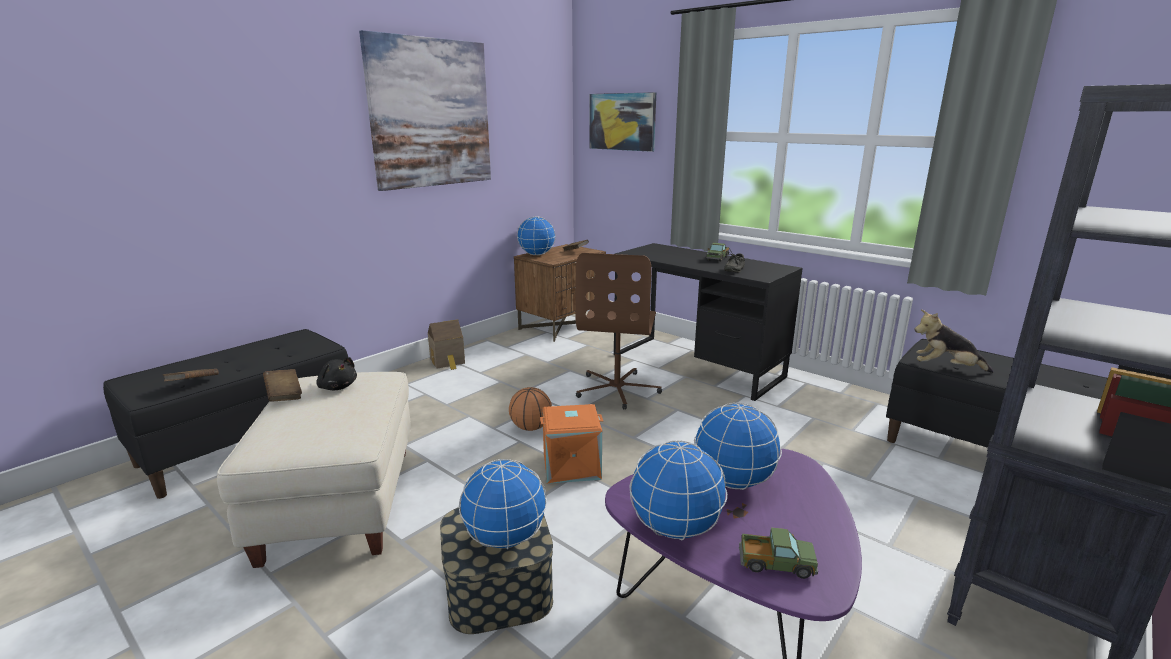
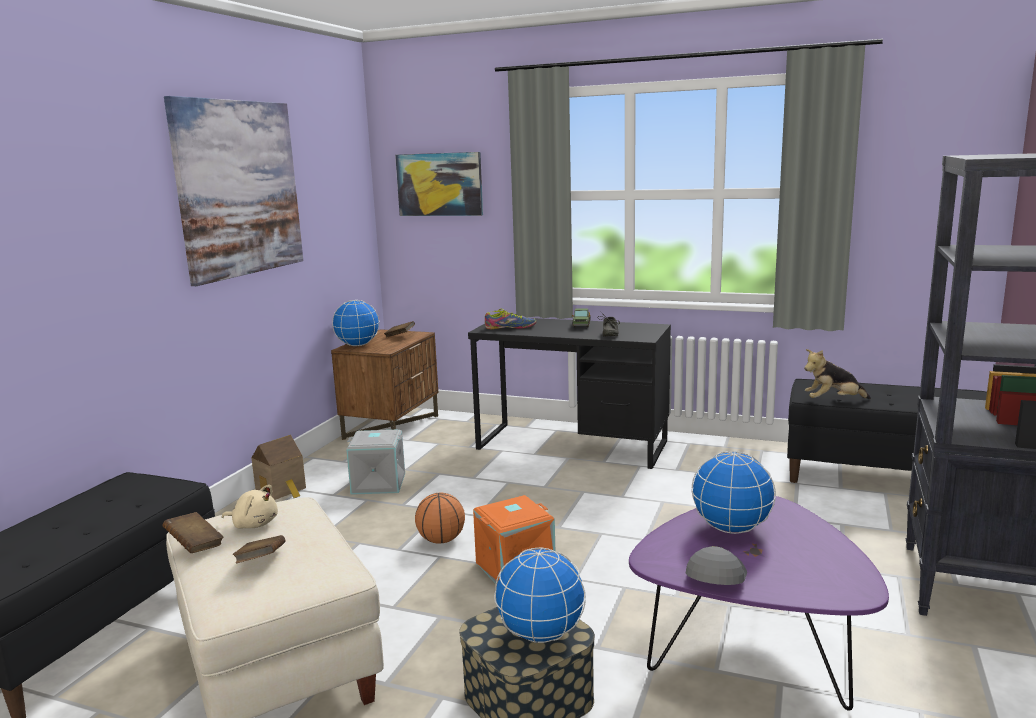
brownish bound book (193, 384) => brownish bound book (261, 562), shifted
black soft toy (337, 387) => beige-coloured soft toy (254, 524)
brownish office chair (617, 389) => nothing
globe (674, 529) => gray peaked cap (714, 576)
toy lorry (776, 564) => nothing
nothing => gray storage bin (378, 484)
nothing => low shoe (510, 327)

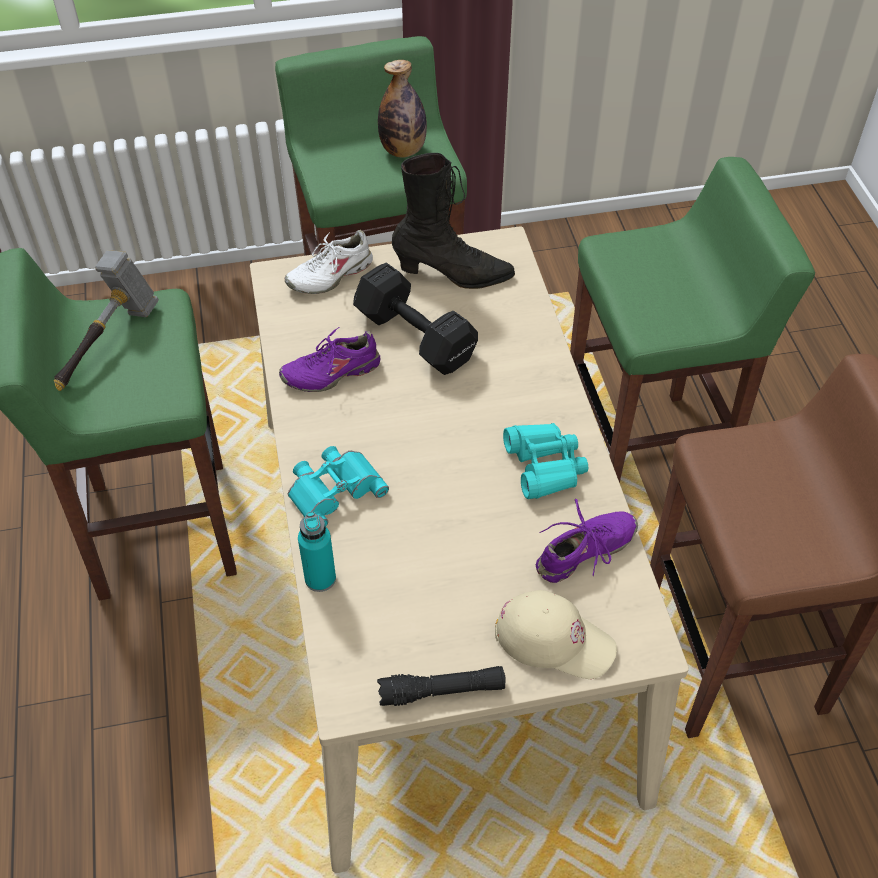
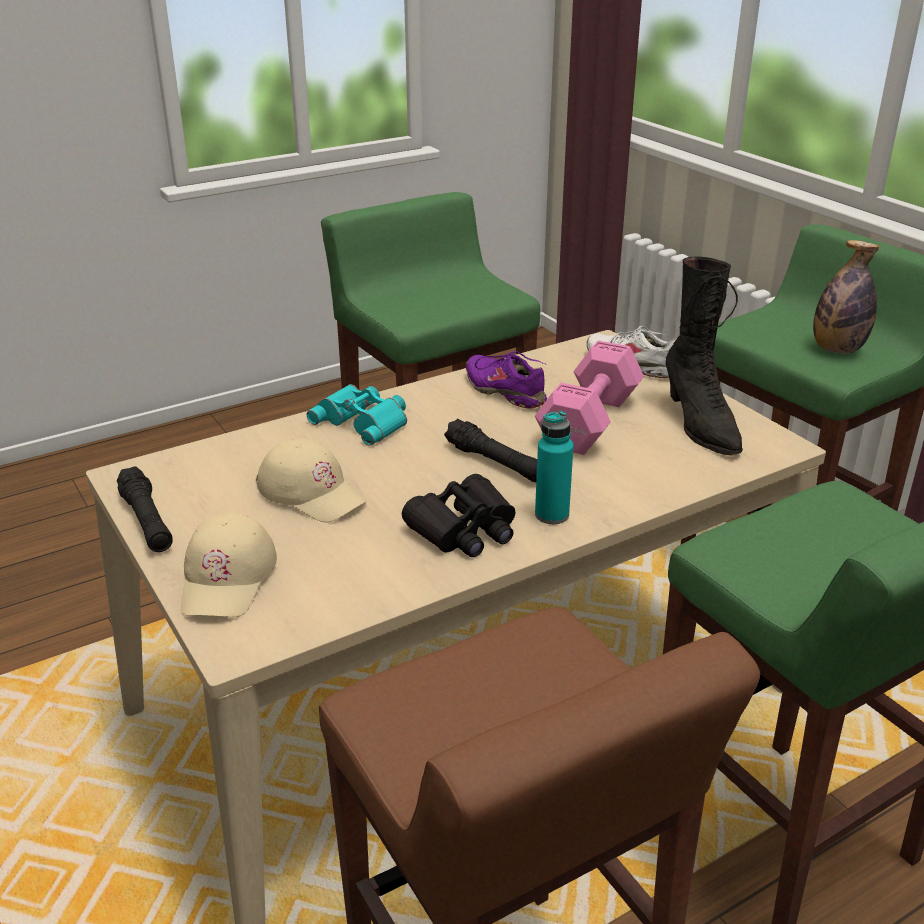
hand hammer (107, 346) => nothing
blue-green bottle (320, 578) => blue-green bottle (552, 515), shifted
black free weight (416, 339) => pink free weight (587, 423)
blue-green pair of binoculars (544, 466) => black pair of binoculars (464, 530)
purple-coloured low shoe (585, 552) => nothing
nothing => beige-coloured peaked cap (311, 492)
nothing => black torch (495, 462)

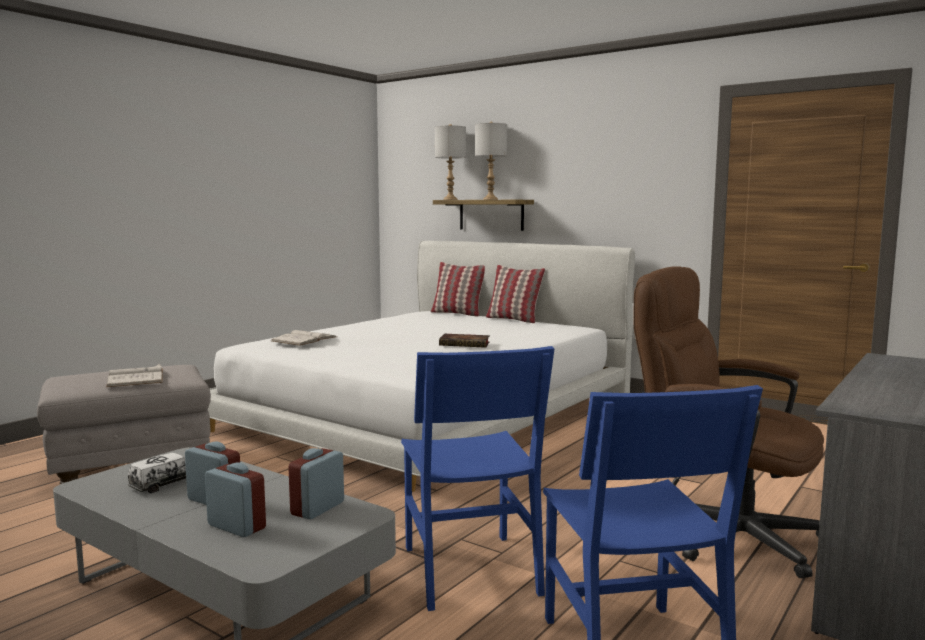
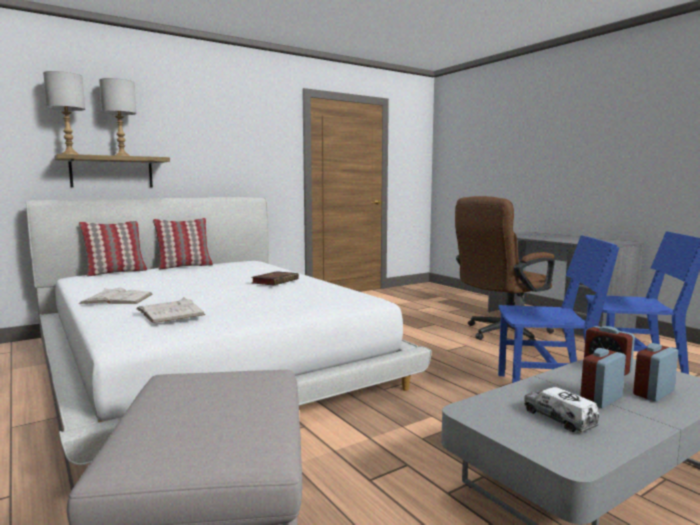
white-coloured bound book (136, 377) => white-coloured bound book (117, 298), shifted

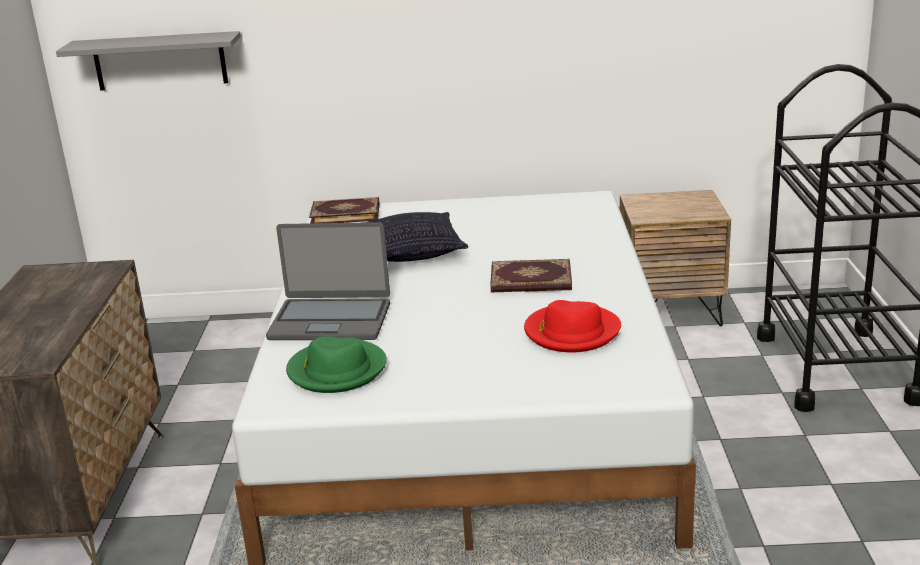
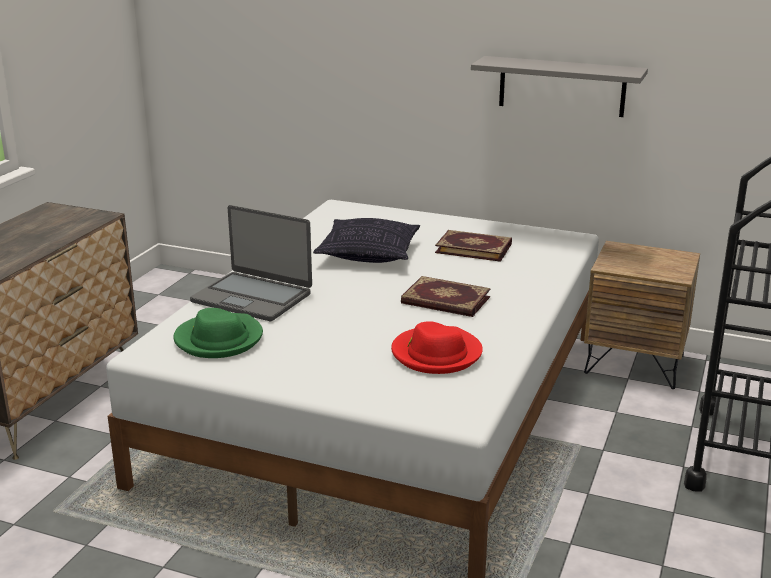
gray shelf (160, 61) => gray shelf (562, 86), shifted
bound book (345, 213) => bound book (474, 248), shifted

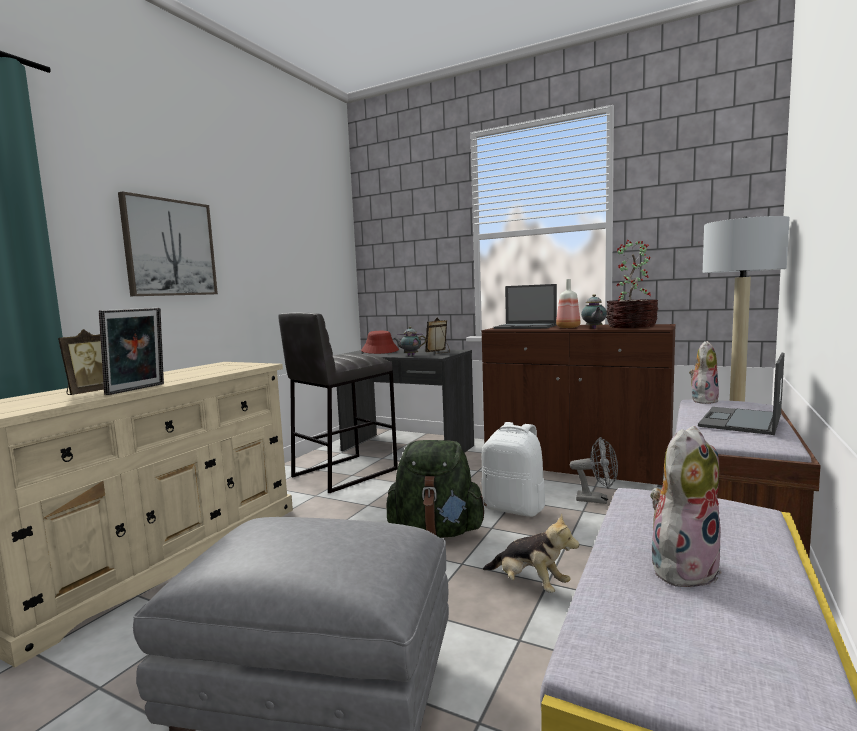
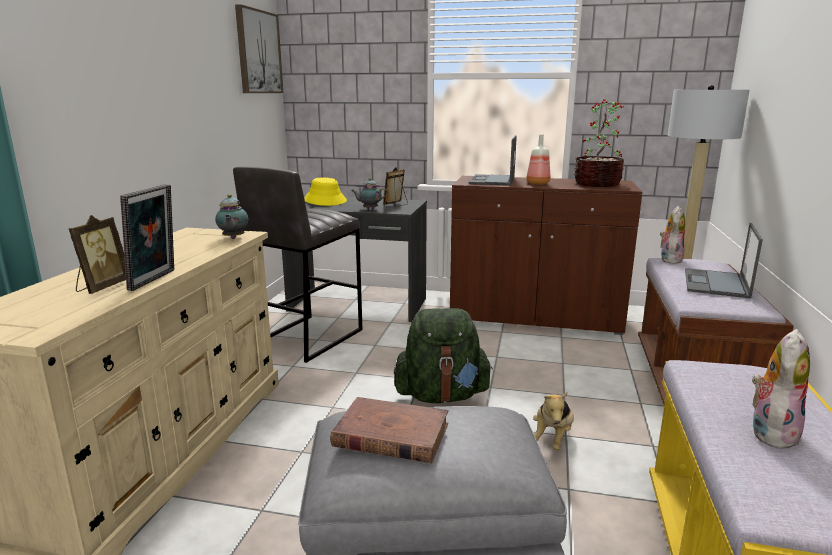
wall art (169, 248) => wall art (258, 52), shifted
red wearable hat (380, 351) => yellowish wearable hat (325, 201)
white-coloured knapsack (514, 508) => nothing
soft toy (530, 584) => soft toy (552, 438), 90 degrees clockwise
notebook computer (526, 327) => notebook computer (492, 180), 90 degrees clockwise
gray cooling fan (597, 500) => nothing
tea pot (593, 328) => tea pot (233, 238), shifted
nothing => brownish bound book (390, 435)

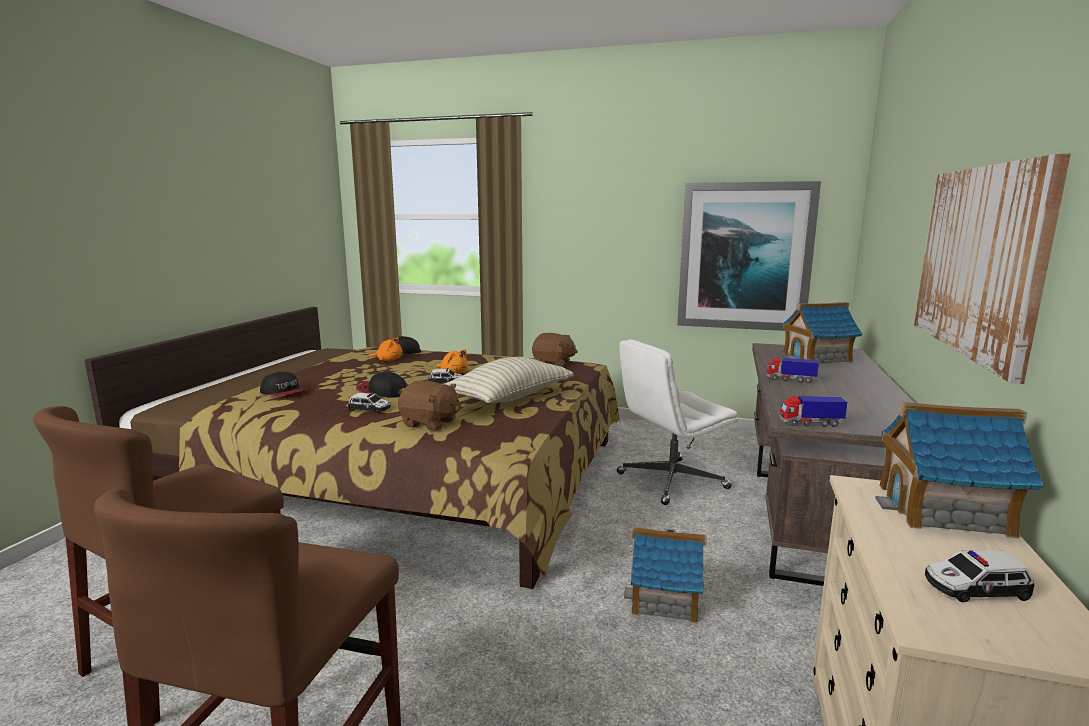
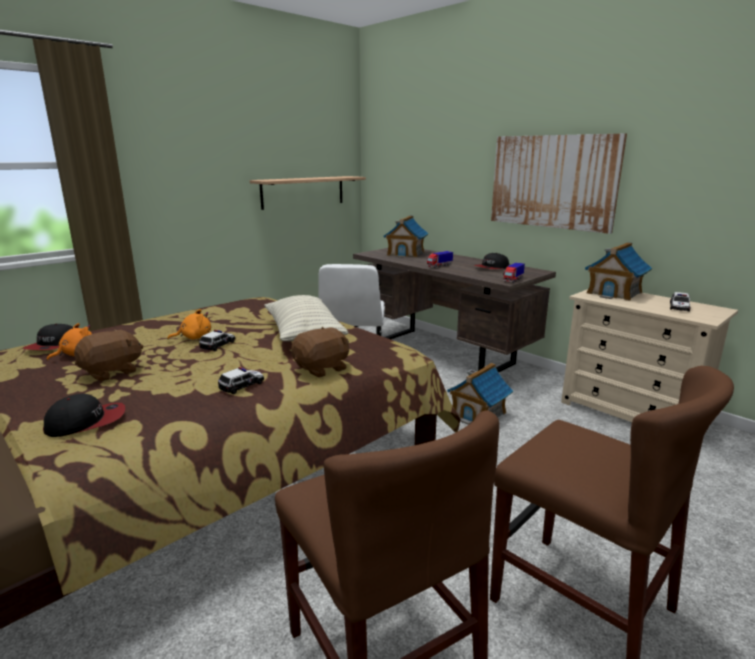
peaked cap (382, 392) => peaked cap (491, 268), shifted
brownish soft toy (553, 363) => brownish soft toy (112, 372), shifted
wall art (744, 256) => shelf (303, 192)

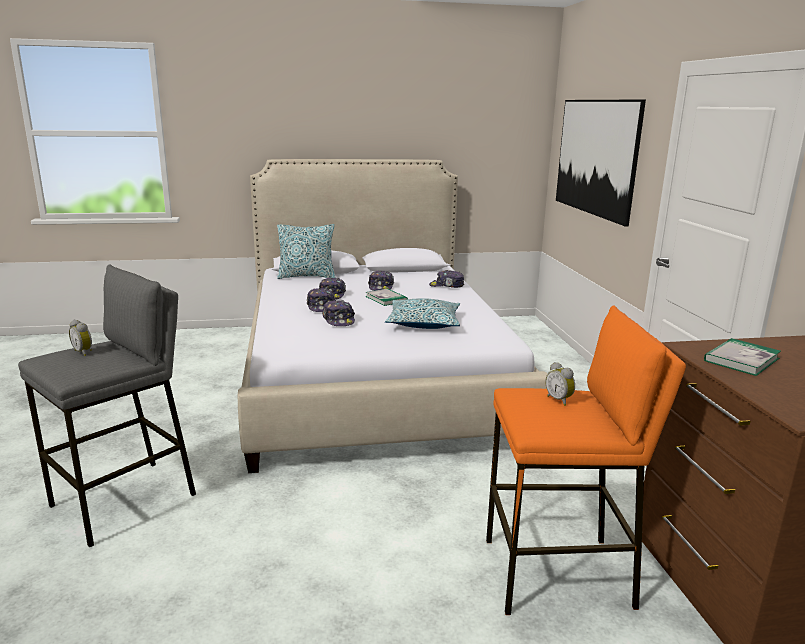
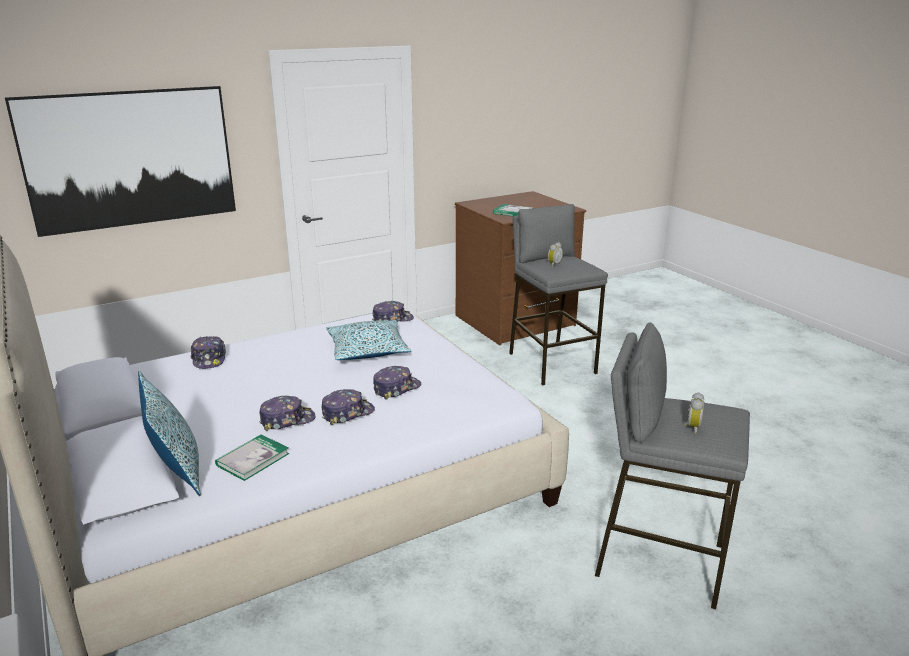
bound book (386, 299) => bound book (253, 459), shifted
peaked cap (381, 287) => peaked cap (392, 319), shifted
orange stool (558, 574) => gray stool (551, 363)

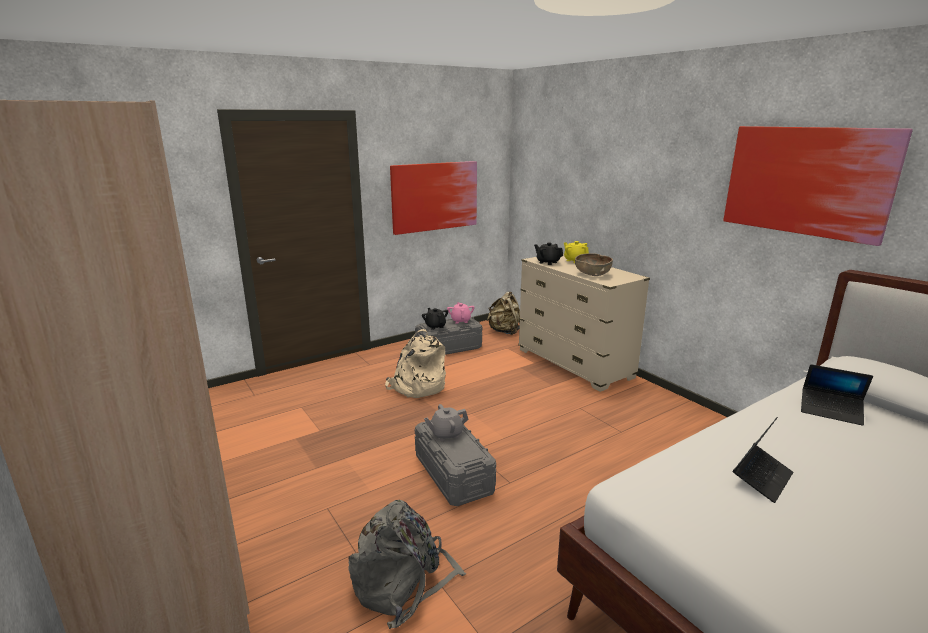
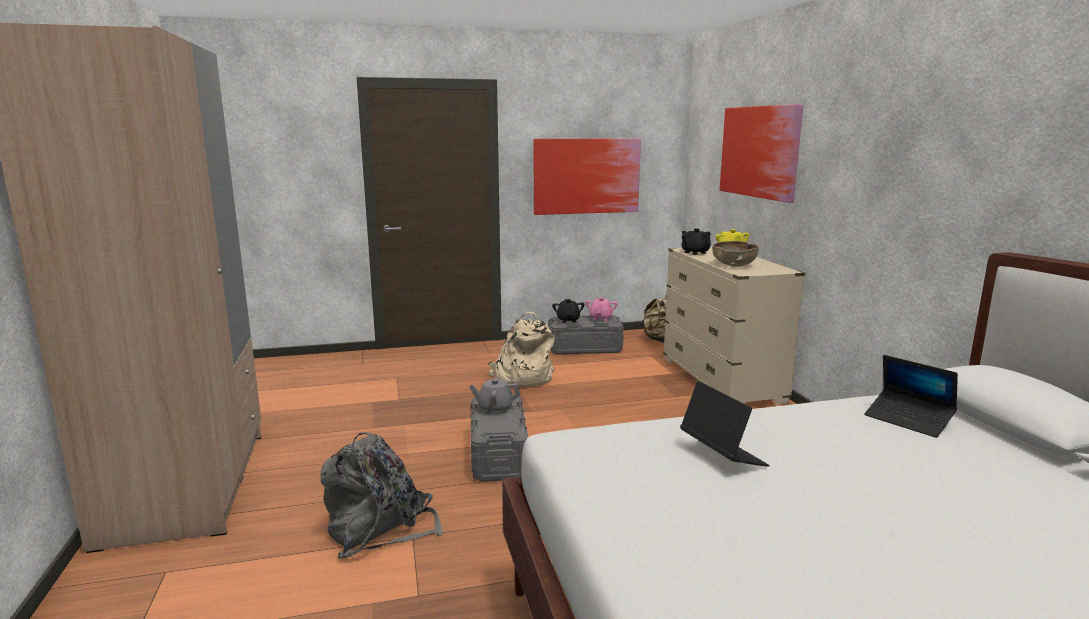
wall art (806, 181) => wall art (759, 152), shifted
notebook computer (761, 478) => notebook computer (722, 454), 90 degrees counterclockwise

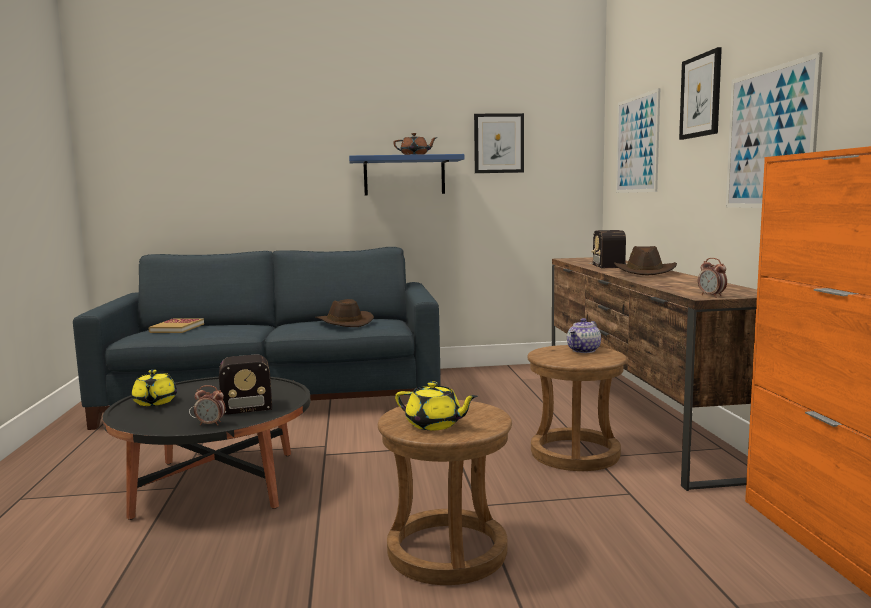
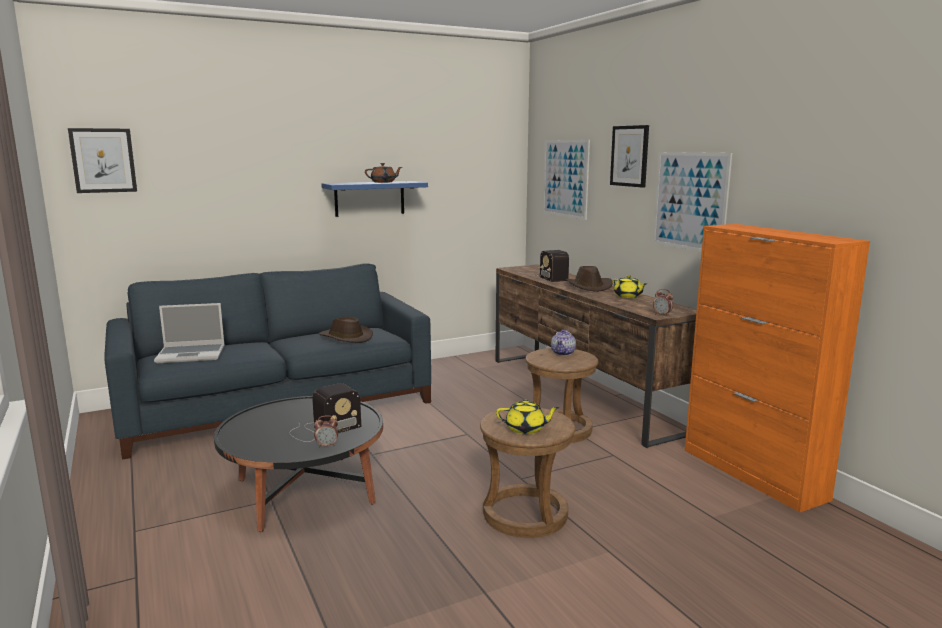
yellowish tea pot (154, 402) => yellowish tea pot (628, 296), shifted
bound book (177, 328) => notebook computer (192, 354)
wall art (498, 143) => wall art (103, 160), shifted

